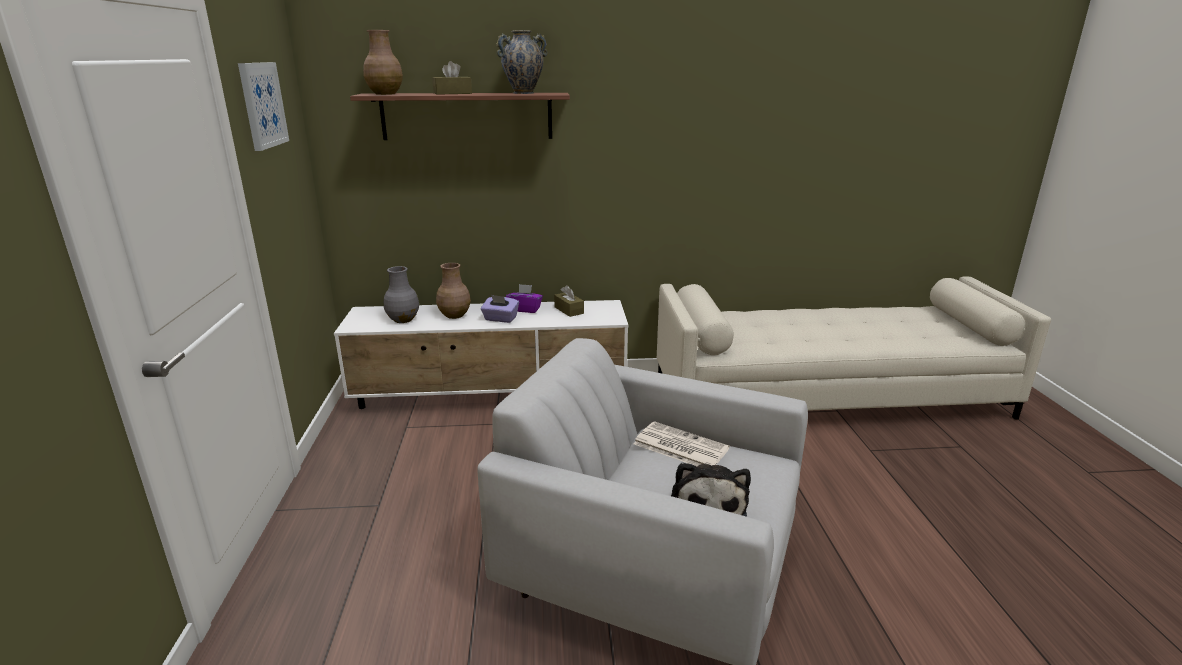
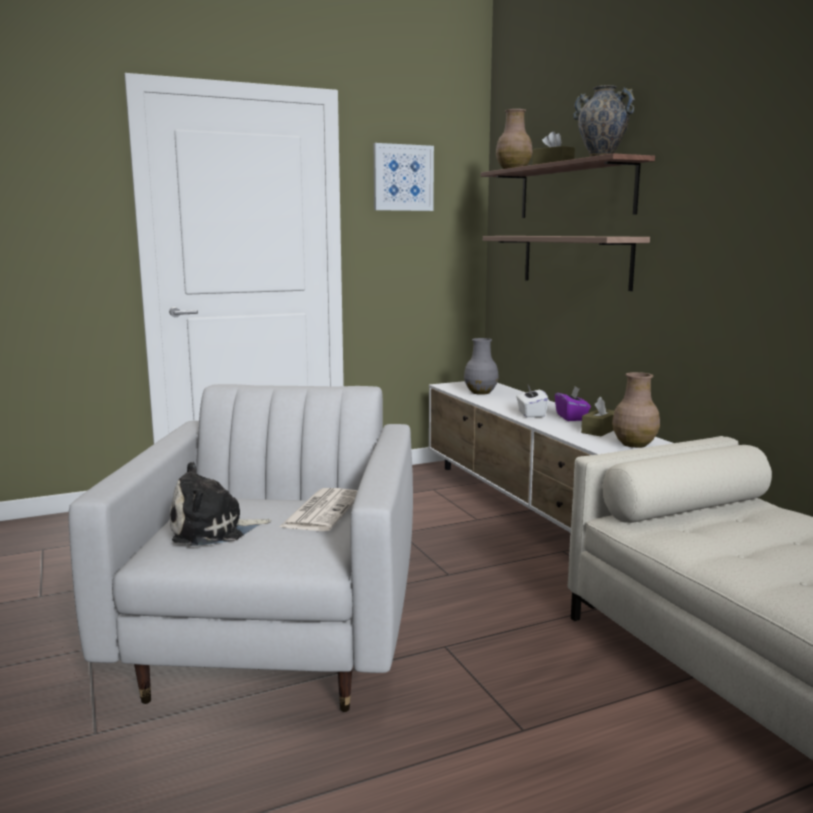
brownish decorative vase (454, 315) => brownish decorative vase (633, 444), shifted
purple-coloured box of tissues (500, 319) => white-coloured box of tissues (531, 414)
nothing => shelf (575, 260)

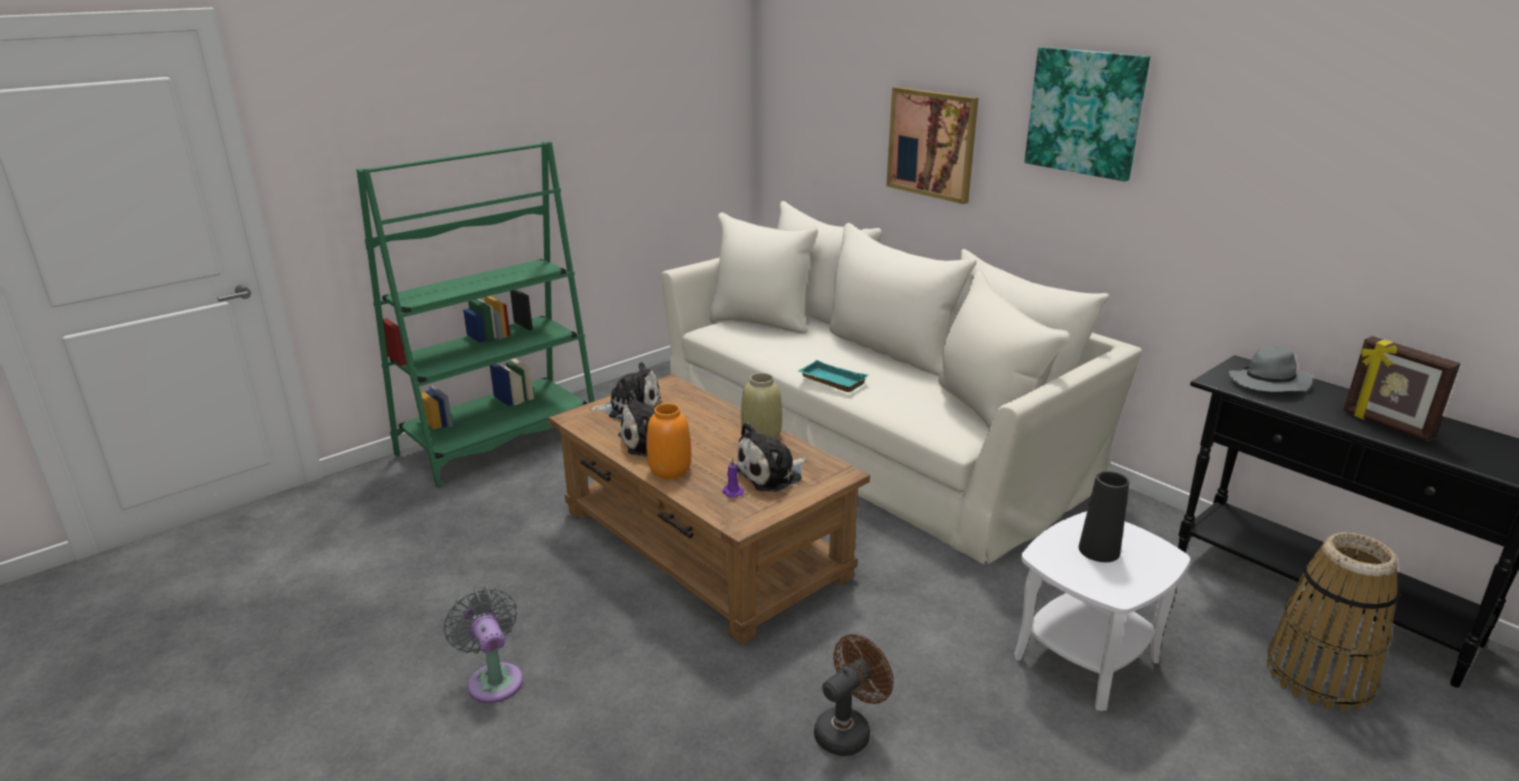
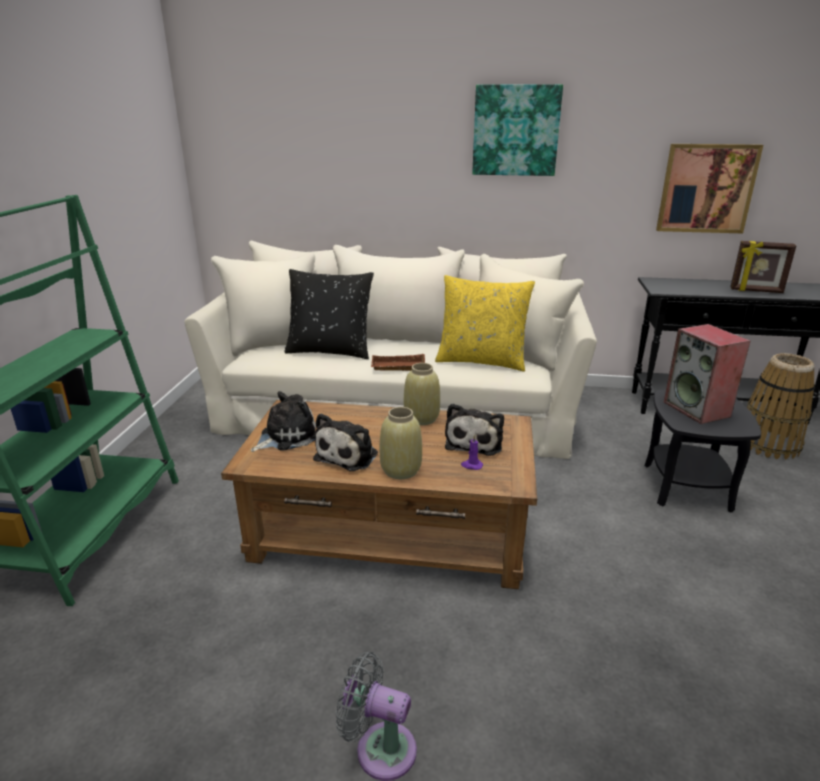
orange decorative vase (670, 470) => beige-coloured decorative vase (401, 470)
blue-green tray (830, 381) => brownish tray (397, 367)
brownish cooling fan (848, 730) => nothing
wall art (932, 144) => wall art (706, 188), shifted
white-coloured accent table (1085, 660) => black accent table (687, 487)
black decorative vase (1099, 550) => audio speaker (697, 409)
gray wearable hat (1268, 384) => nothing
nothing => black pillow (330, 351)
nothing => yellowish pillow (481, 361)

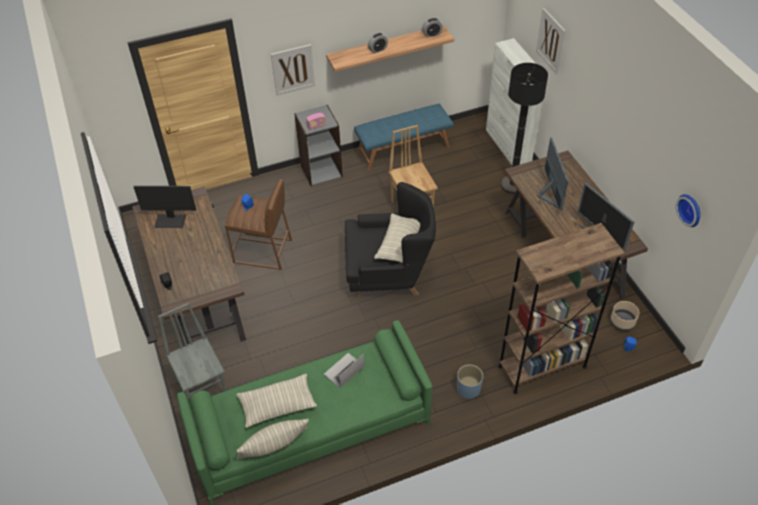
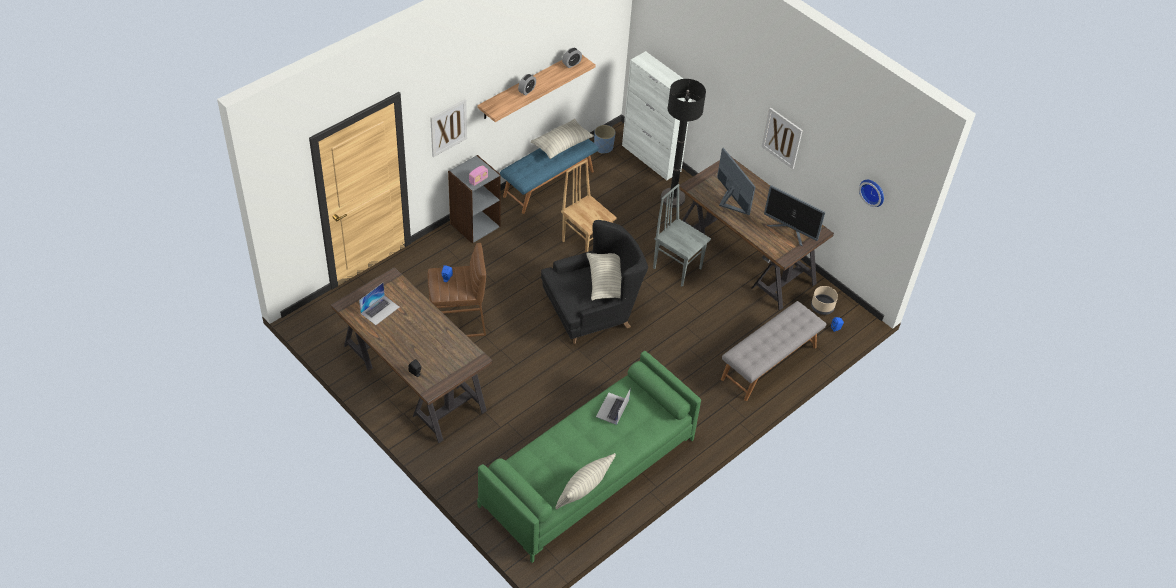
computer display (170, 220) => notebook computer (380, 310)
gray chair (204, 389) => gray chair (677, 267), shifted
pillow (277, 405) => pillow (562, 145), shifted
blue-coloured plant pot (468, 389) => blue-coloured plant pot (603, 147), shifted
brownish bookshelf (542, 366) => gray bench (769, 363)
wall art (551, 41) => wall art (782, 138), shifted

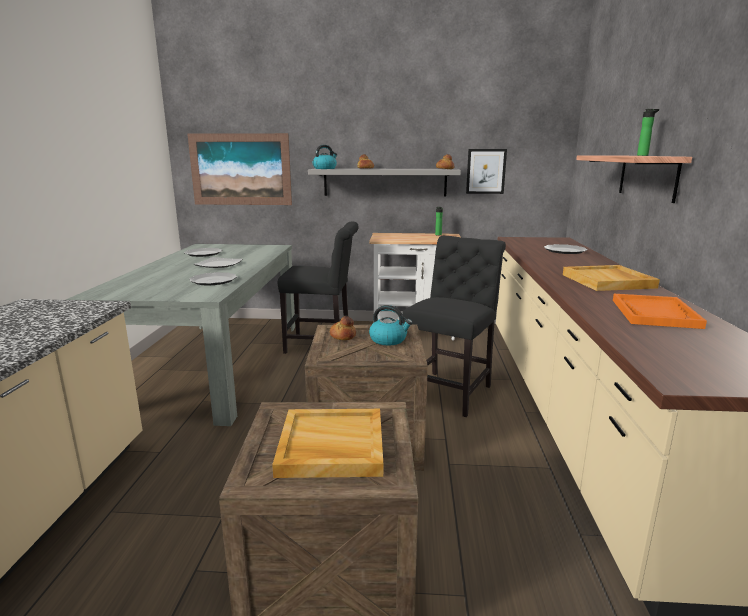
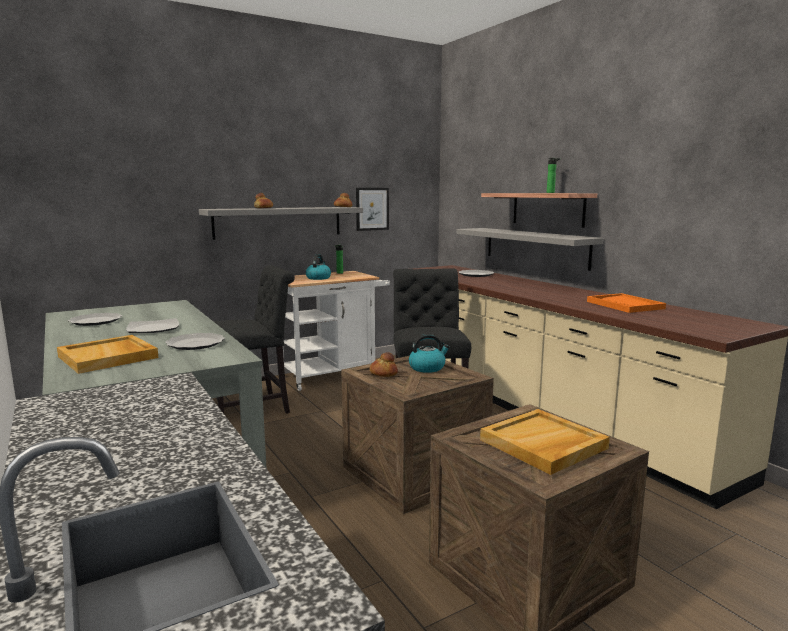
wall art (240, 169) => nothing
tea kettle (325, 168) => tea kettle (318, 278), shifted
beige-coloured tray (608, 281) => beige-coloured tray (109, 357), shifted
nothing => gray shelf (535, 247)

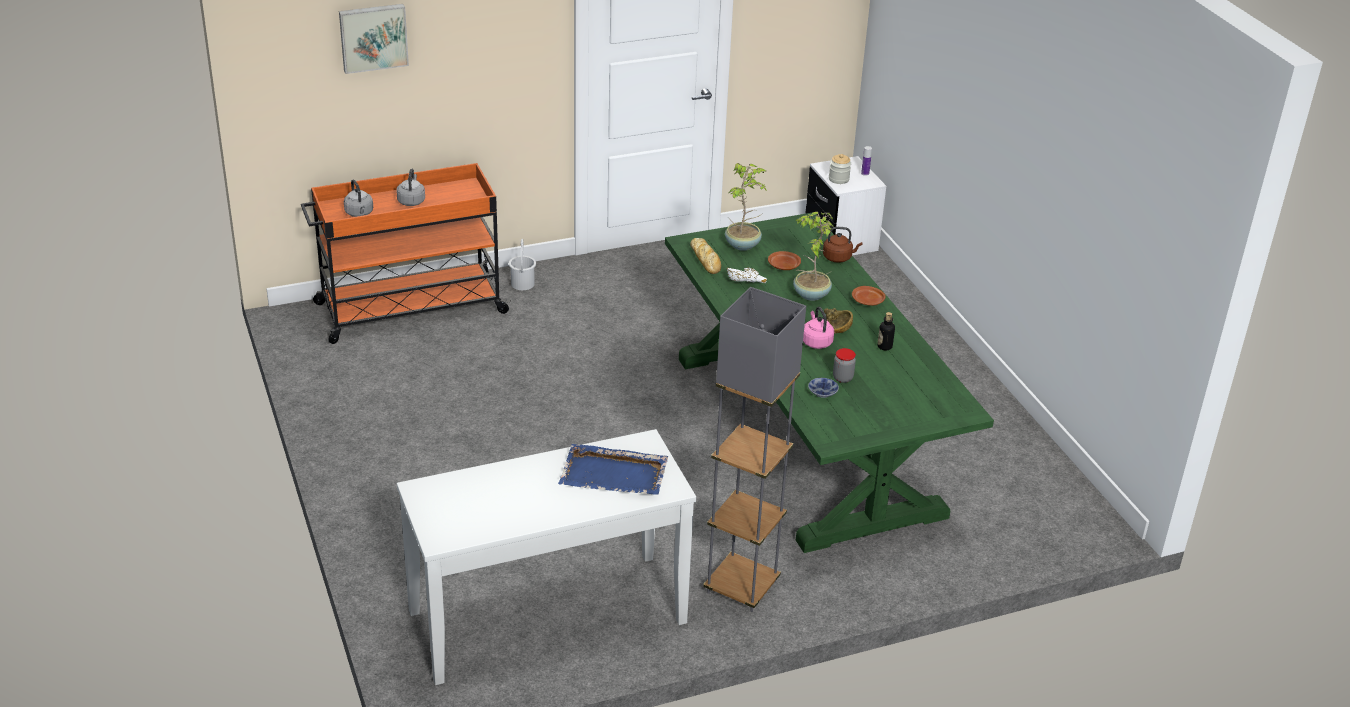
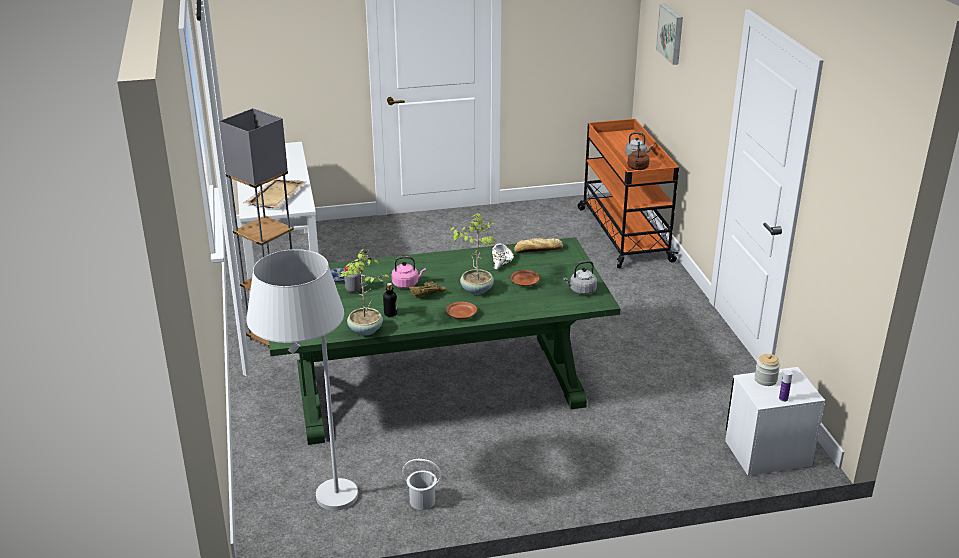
gray tea kettle (359, 213) => gray tea kettle (581, 291), shifted
white-coloured bucket (523, 284) => white-coloured bucket (422, 501), shifted
blue-coloured tray (615, 474) => beige-coloured tray (275, 195)
potted plant (743, 245) => potted plant (365, 330), shifted
brownish tea kettle (839, 258) => brownish tea kettle (637, 168), shifted
nothing => white-coloured standing lamp (314, 503)

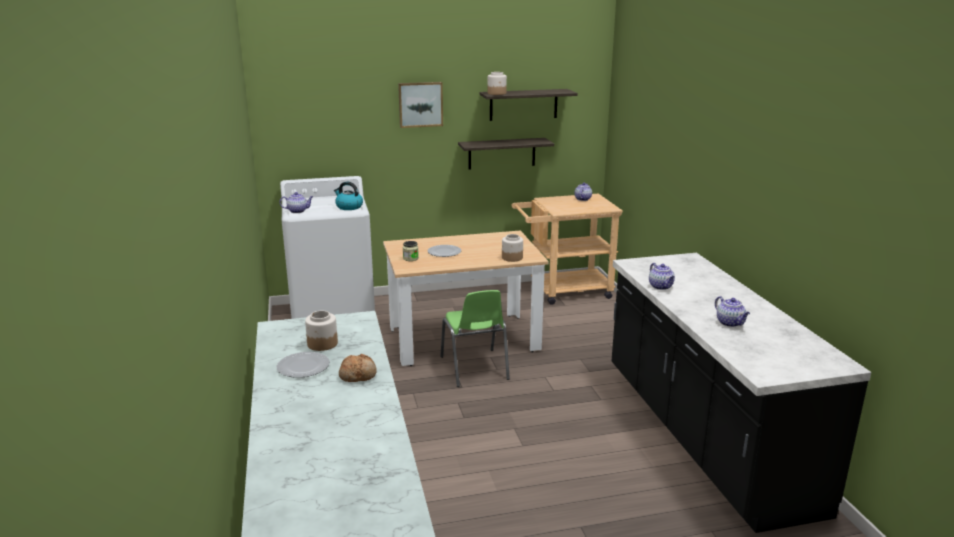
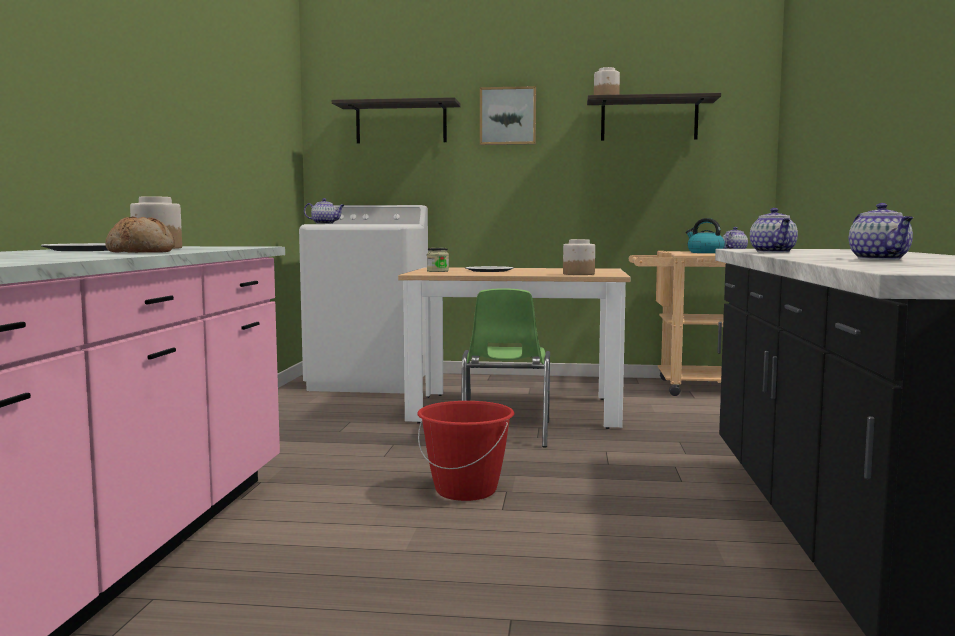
tea kettle (349, 207) => tea kettle (704, 252), shifted
shelf (501, 153) => shelf (401, 123), shifted
nothing => red bucket (466, 490)

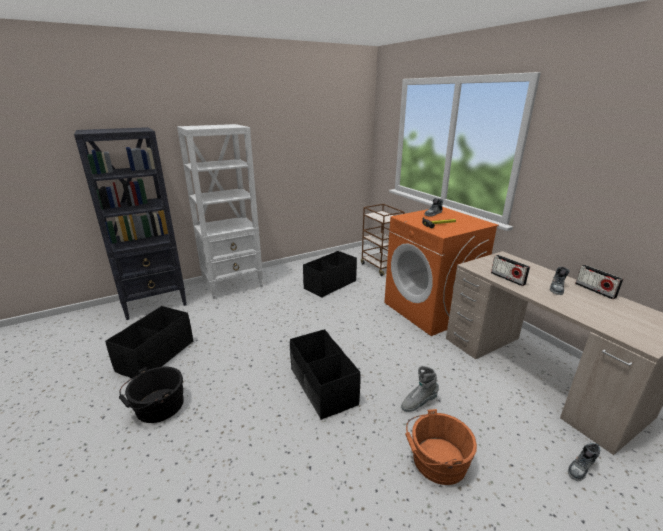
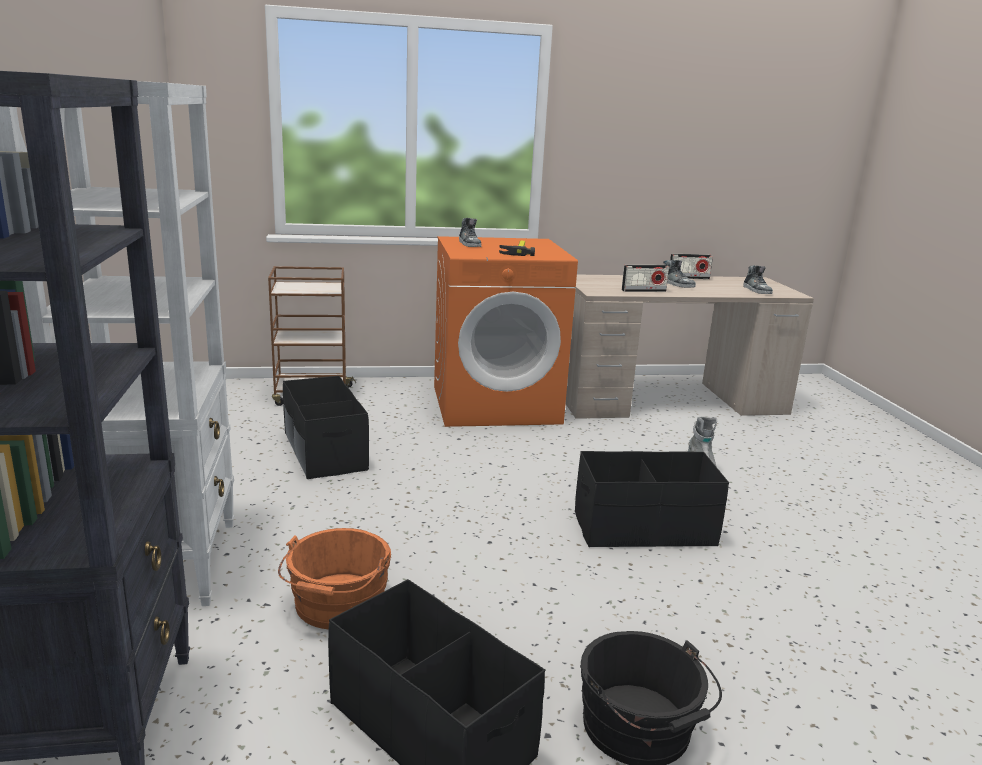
orange bucket (436, 461) => orange bucket (337, 606), shifted
low shoe (581, 468) => low shoe (757, 290), shifted

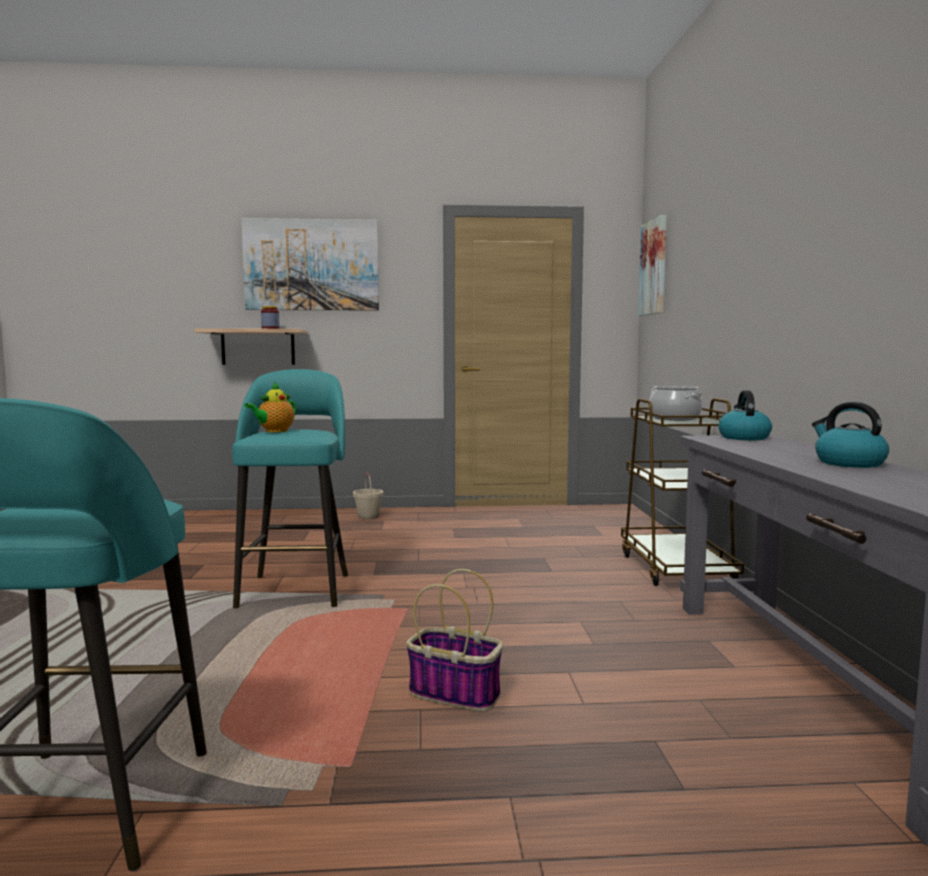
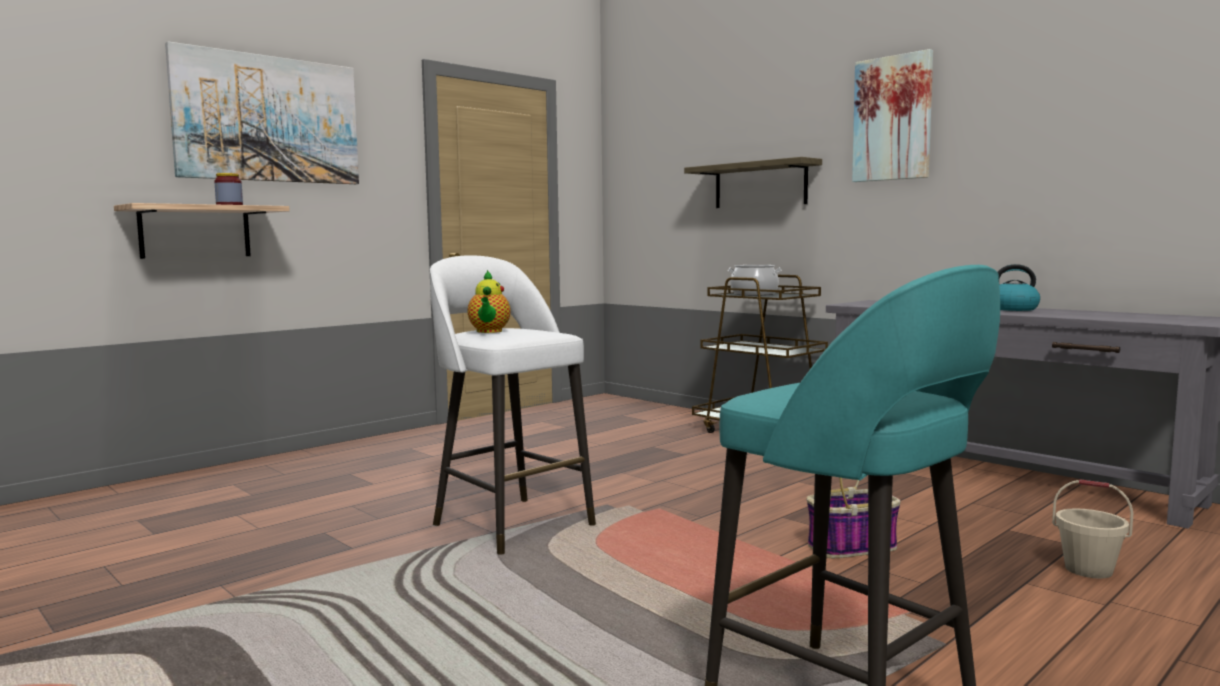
blue-green stool (296, 590) => white-coloured stool (511, 524)
beige-coloured bucket (368, 516) => beige-coloured bucket (1089, 570), shifted
wall art (654, 267) => wall art (892, 118), shifted
tea kettle (743, 437) => nothing
nothing => shelf (760, 185)

